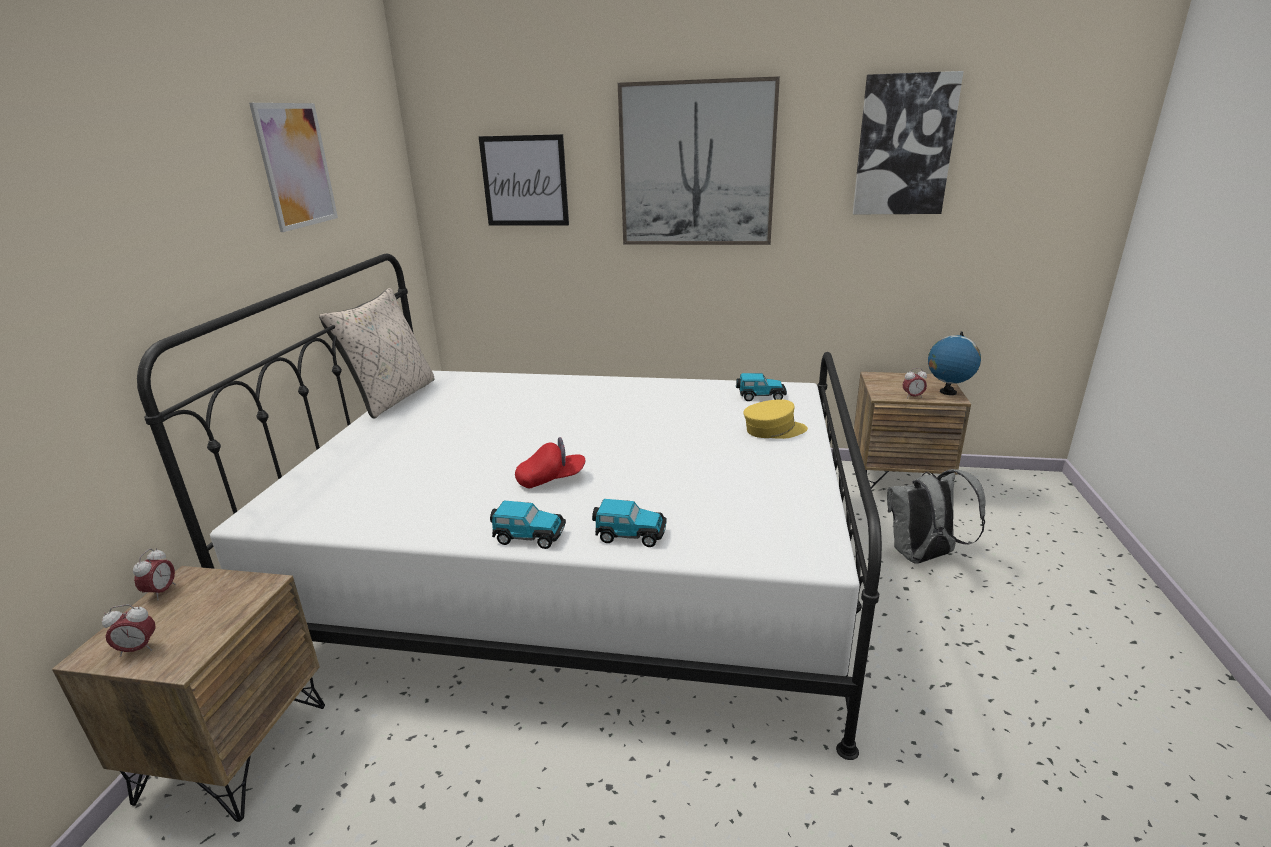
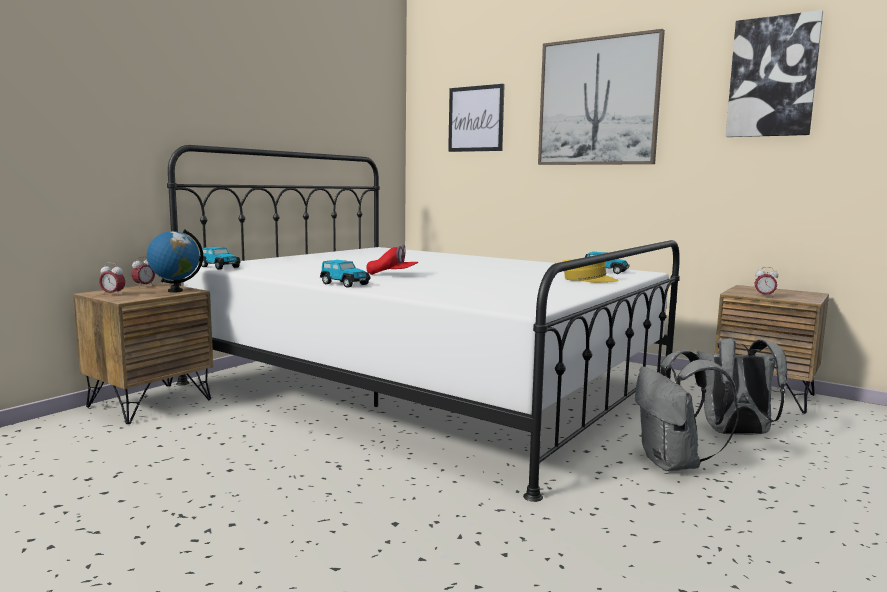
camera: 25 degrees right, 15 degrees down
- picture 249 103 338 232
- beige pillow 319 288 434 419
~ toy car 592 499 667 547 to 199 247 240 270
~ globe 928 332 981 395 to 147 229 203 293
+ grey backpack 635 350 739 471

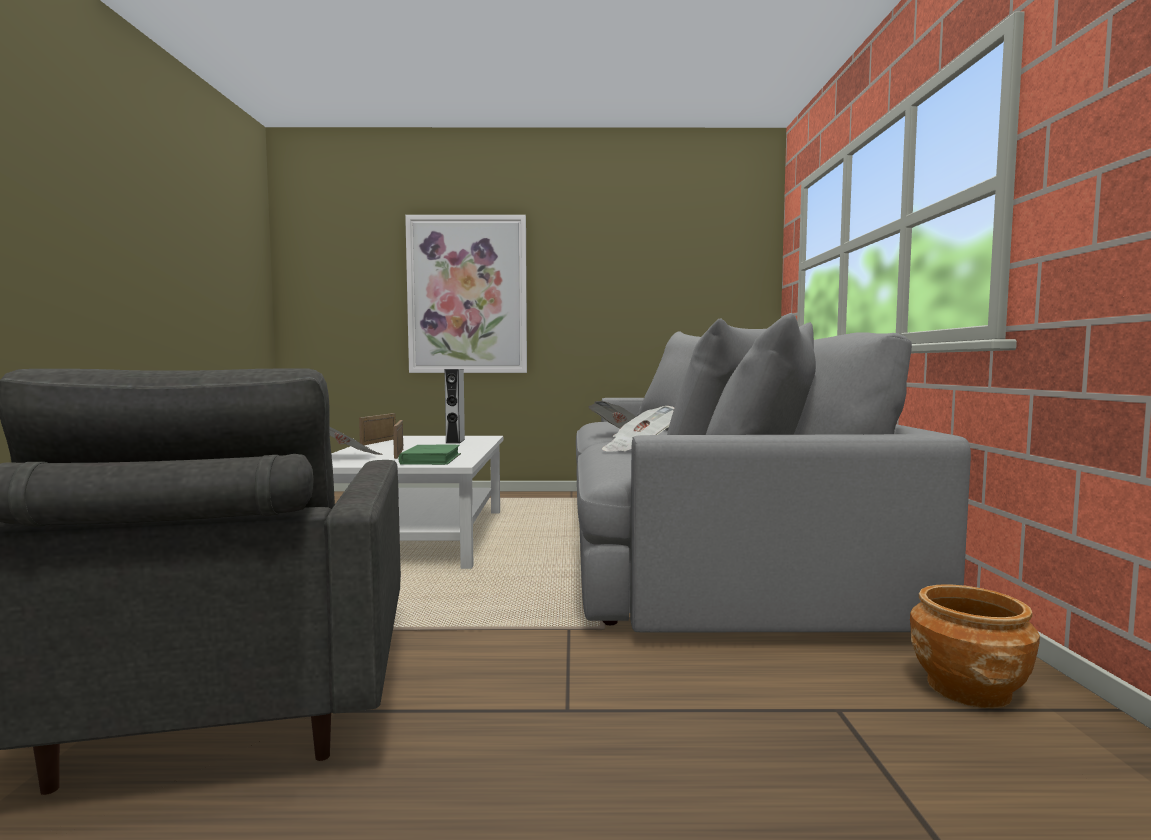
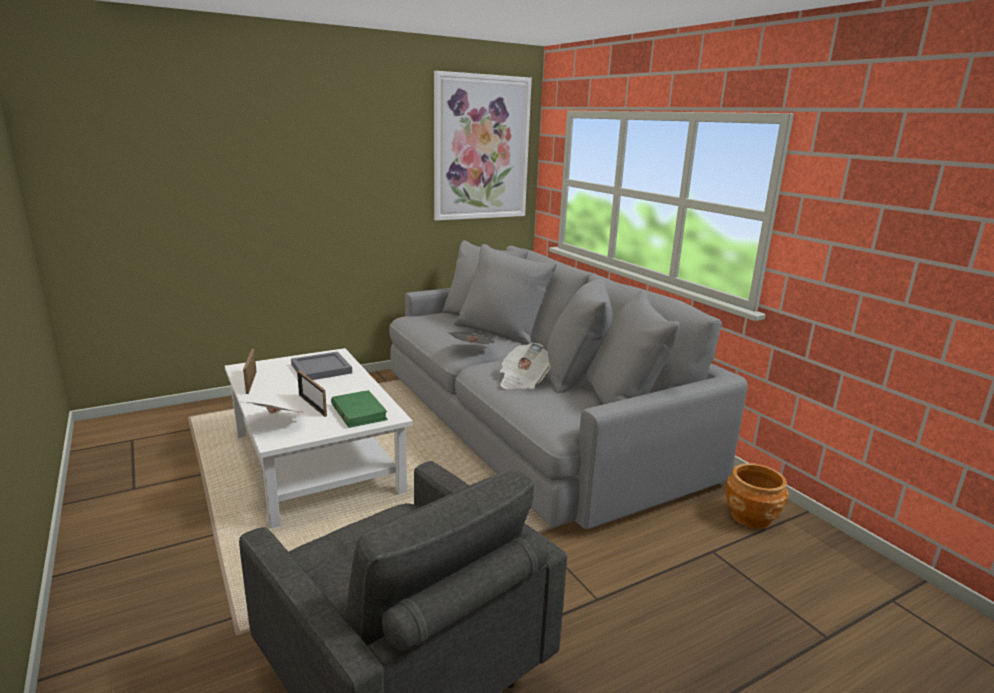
camera: 30 degrees left, 15 degrees up
~ picture 405 215 527 373 to 434 71 532 221
~ grey speaker 444 369 465 444 to grey tray 291 351 352 380

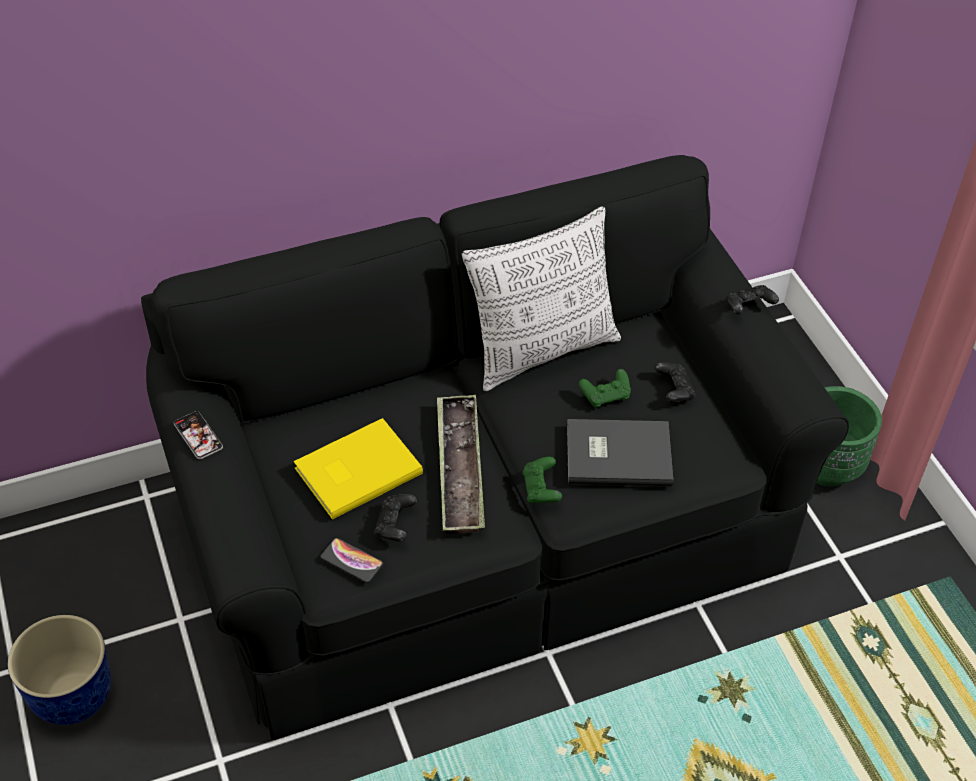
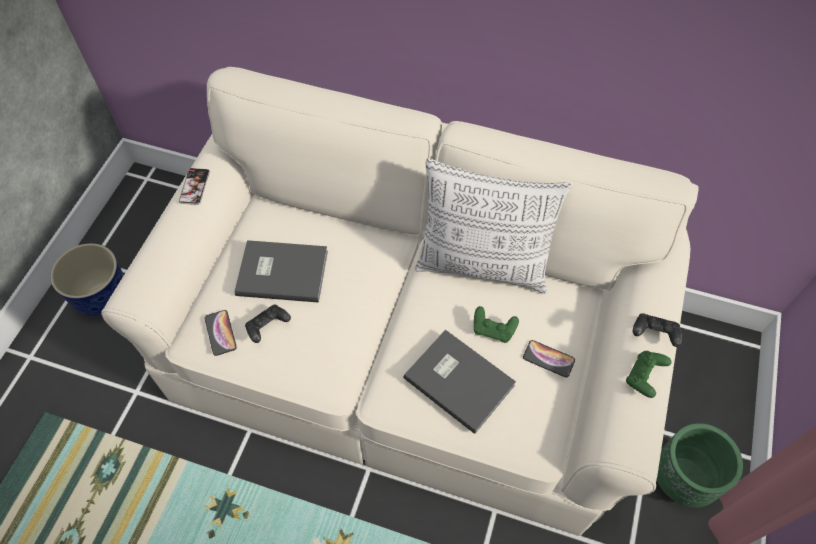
camera: 40 degrees right, 10 degrees up
~ black sofa 141 155 849 740 to beige sofa 101 67 698 536
~ yellow book 294 418 423 520 to grey book 234 240 328 303
- tray 437 395 485 534
~ green game controller 522 457 562 504 to 626 351 672 398
~ black game controller 654 362 695 402 to phone 523 340 575 377

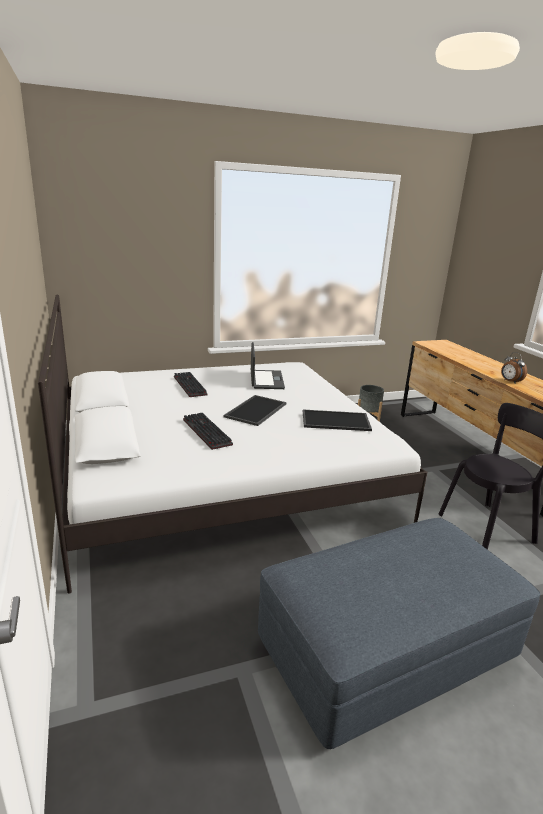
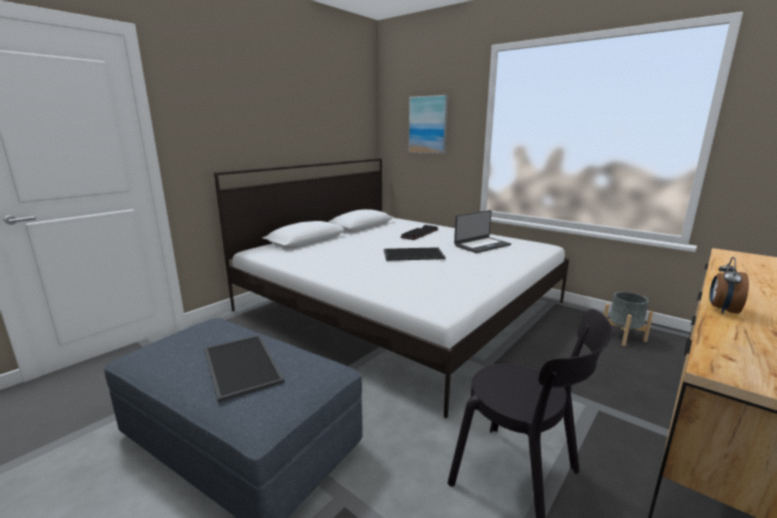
camera: 60 degrees right, 5 degrees down
- keyboard 183 413 233 450
~ tray 303 410 372 431 to 204 335 285 403
+ picture 408 95 448 154

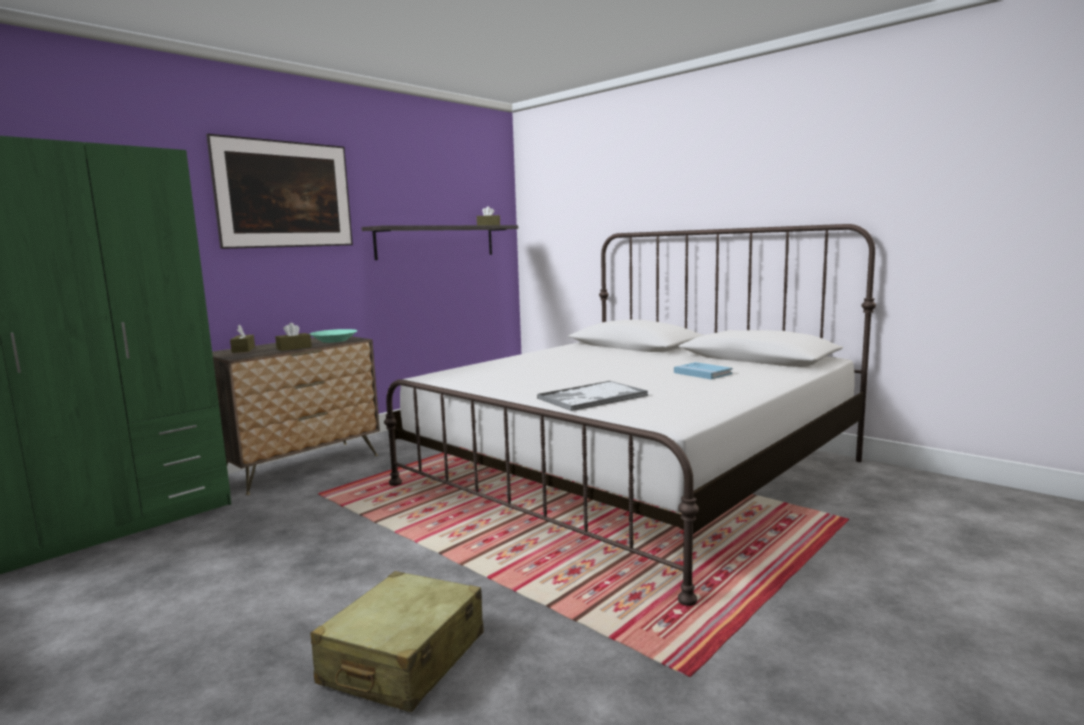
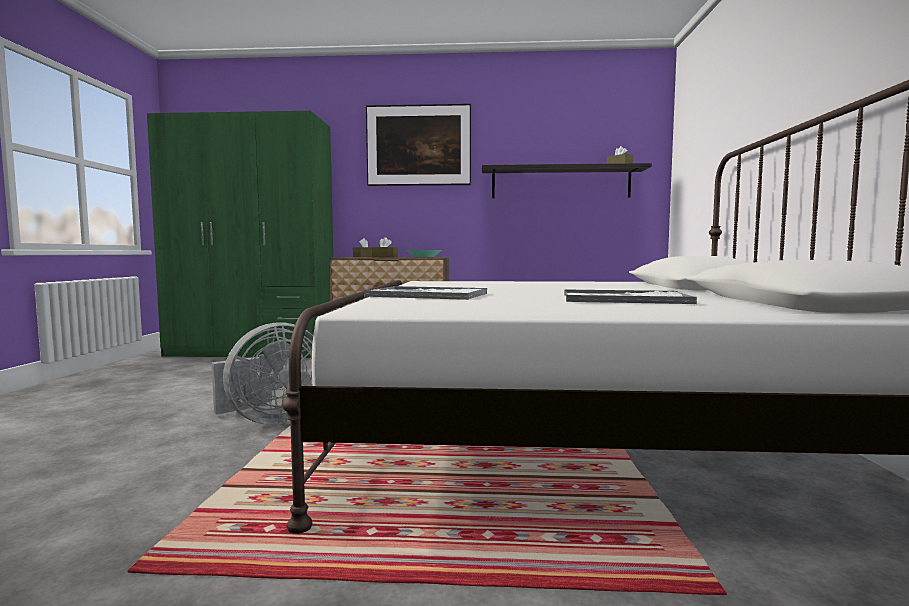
camera: 50 degrees right, 5 degrees down
- beige suitcase 310 571 484 712
~ blue book 674 362 732 379 to tray 564 289 697 304
+ grey fan 212 323 313 425

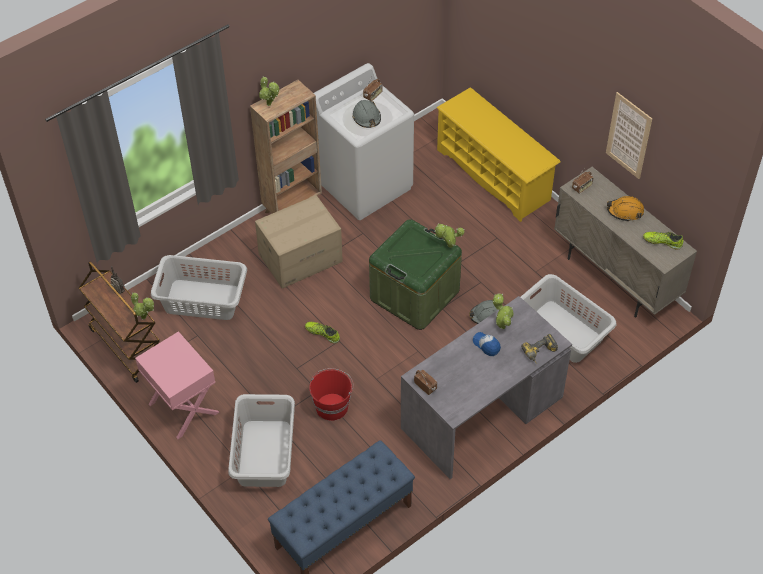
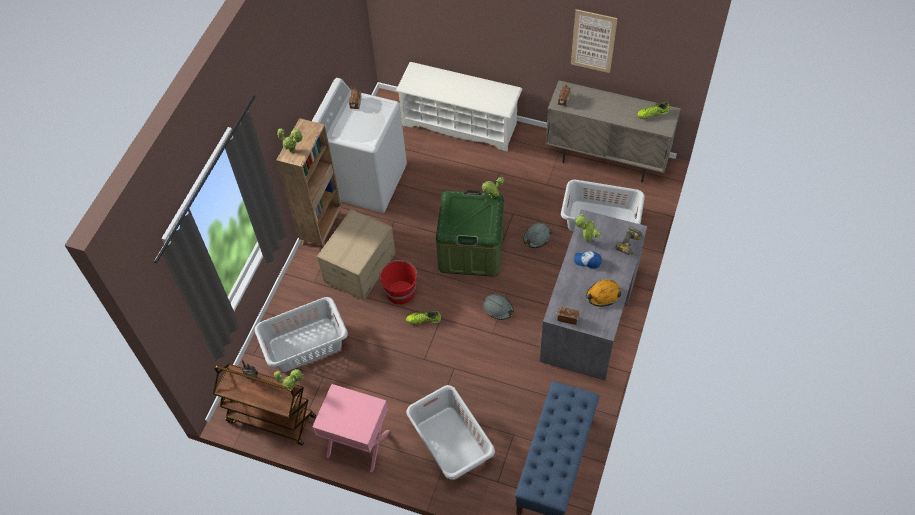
camera: 30 degrees left, 5 degrees up
~ red bucket 309 368 354 421 to 379 260 417 305
~ grey hard hat 352 100 381 128 to 483 293 514 320
~ yellow shoe rack 436 87 561 222 to white shoe rack 396 62 522 151
~ orange hard hat 607 196 644 222 to 586 280 621 307

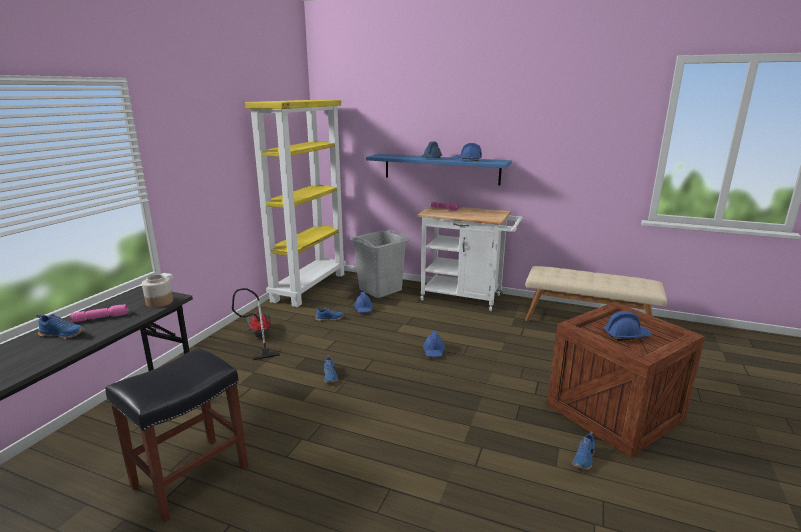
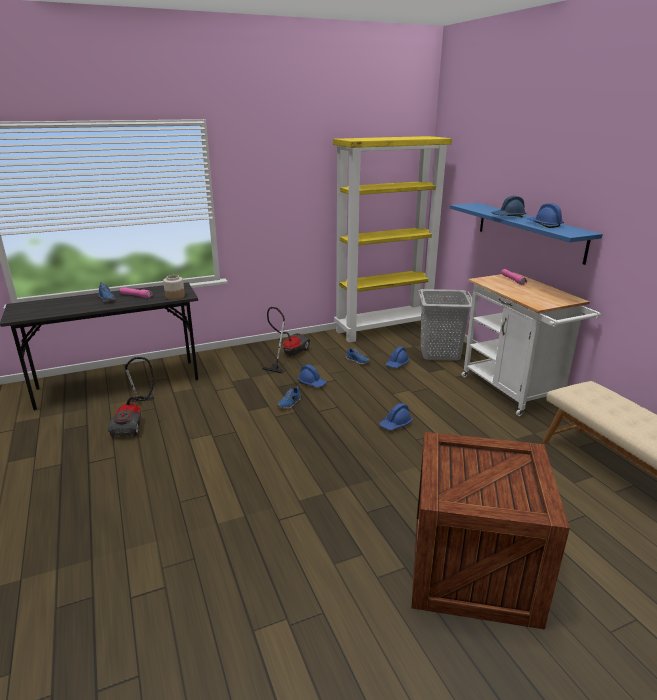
camera: 45 degrees right, 5 degrees up
~ black stool 106 348 249 523 to vacuum cleaner 108 357 155 438
- blue shoe 572 431 595 470
~ blue hard hat 604 311 652 341 to 297 365 327 387

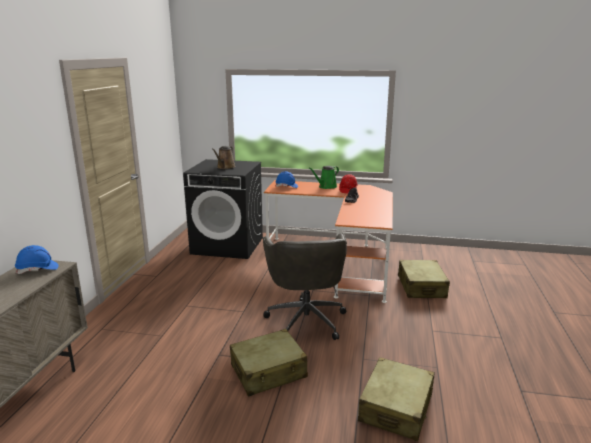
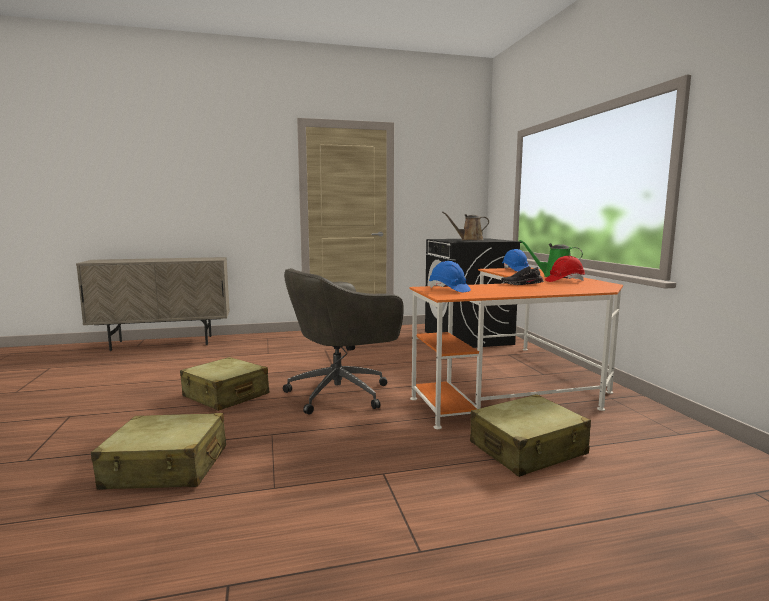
camera: 65 degrees right, 10 degrees down
~ blue hard hat 15 245 58 274 to 429 261 471 292

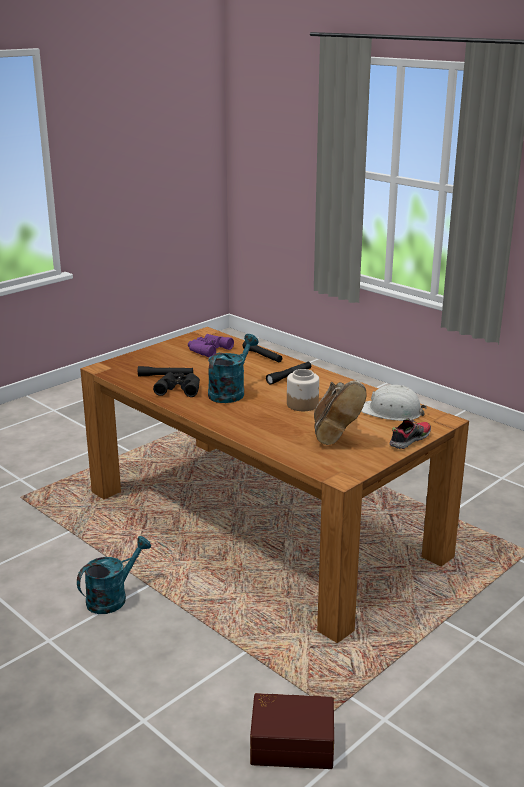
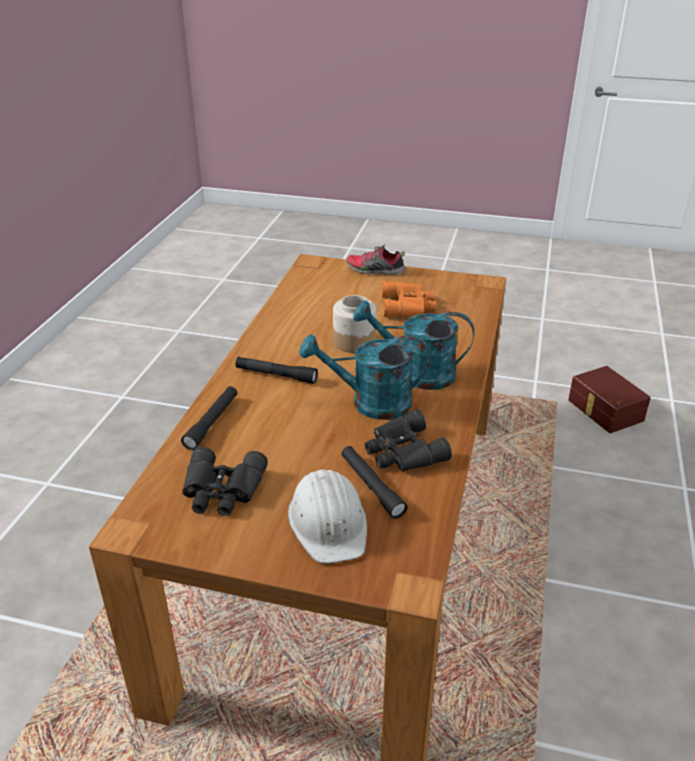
camera: 120 degrees left, 10 degrees up
~ turquoise watering can 77 536 151 614 to 353 301 474 390
~ purple binoculars 188 334 234 357 to black binoculars 182 447 268 516
~ brown boot 314 381 367 445 to orange binoculars 382 280 436 317
~ white hard hat 361 385 427 421 to 288 469 367 564

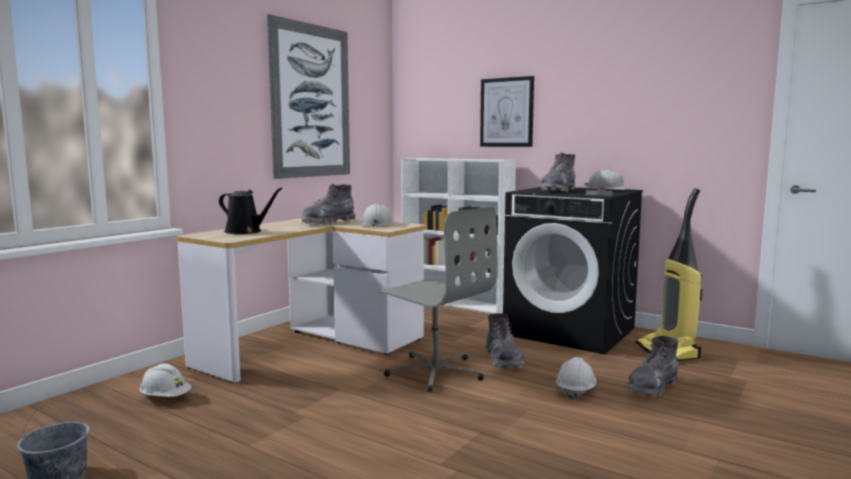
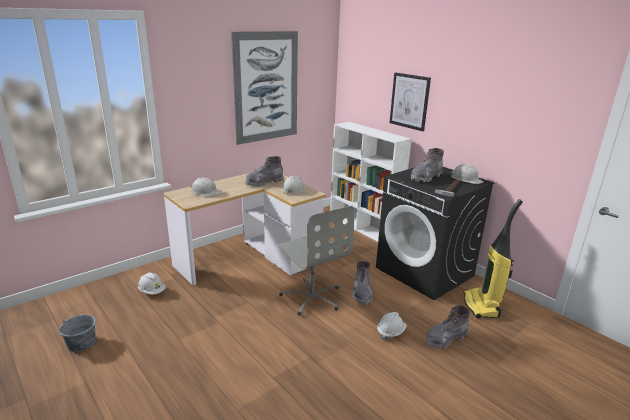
camera: 15 degrees right, 15 degrees up
~ black watering can 219 187 283 234 to white hard hat 191 178 222 196

